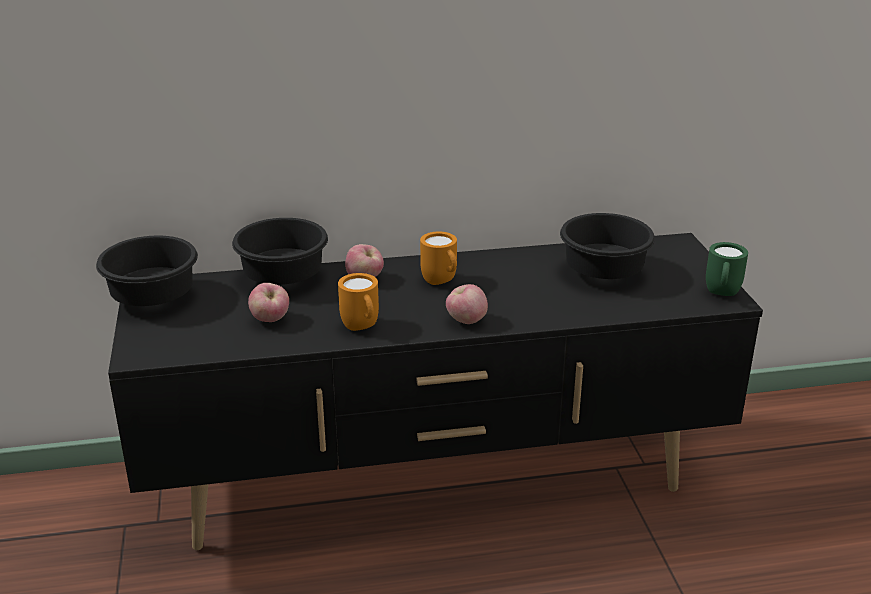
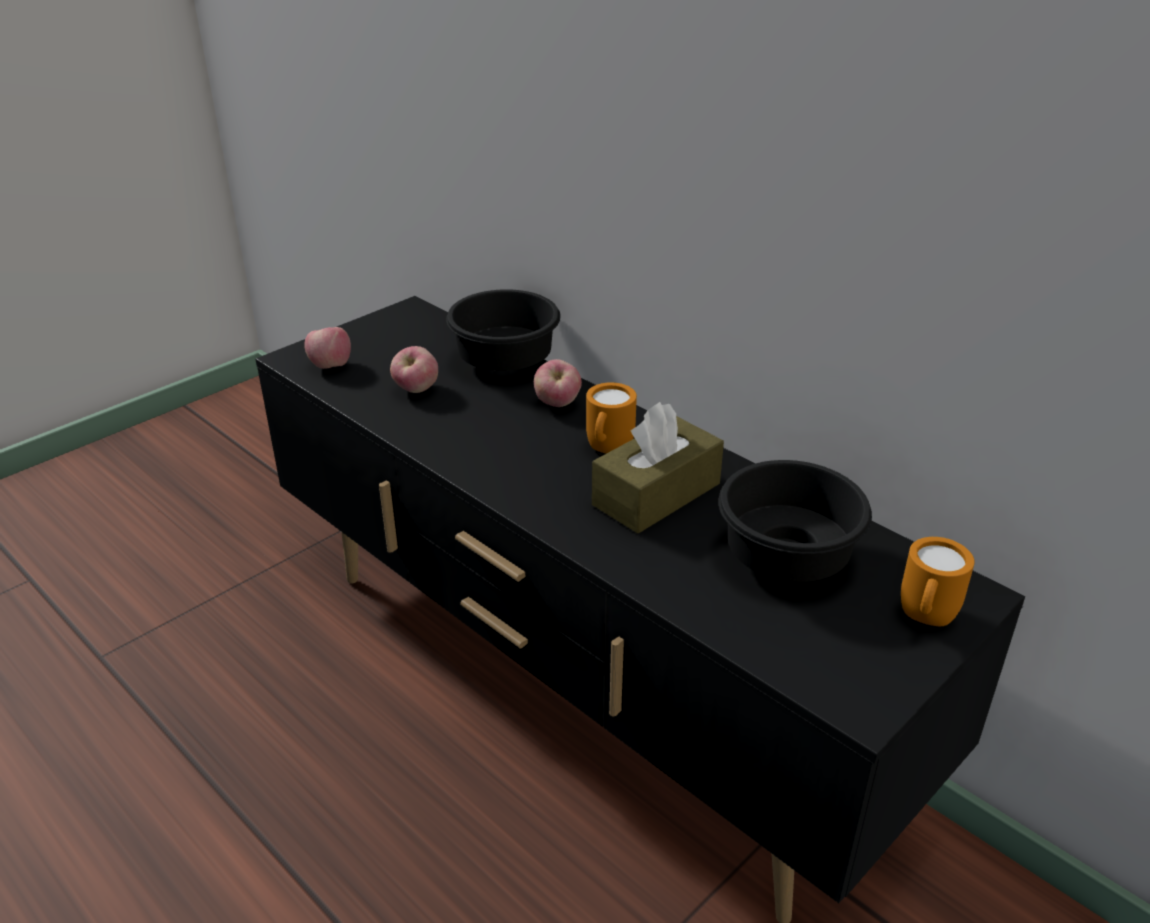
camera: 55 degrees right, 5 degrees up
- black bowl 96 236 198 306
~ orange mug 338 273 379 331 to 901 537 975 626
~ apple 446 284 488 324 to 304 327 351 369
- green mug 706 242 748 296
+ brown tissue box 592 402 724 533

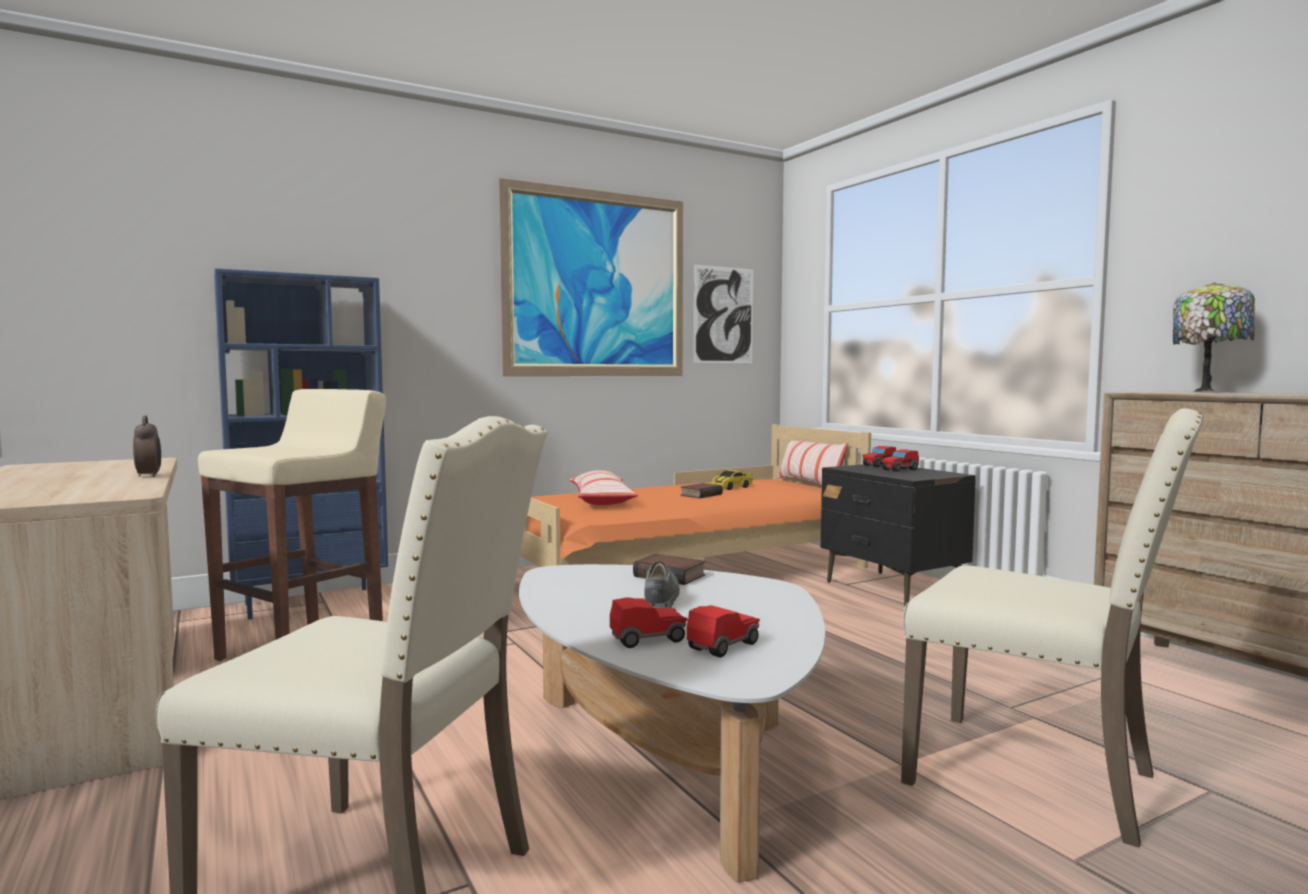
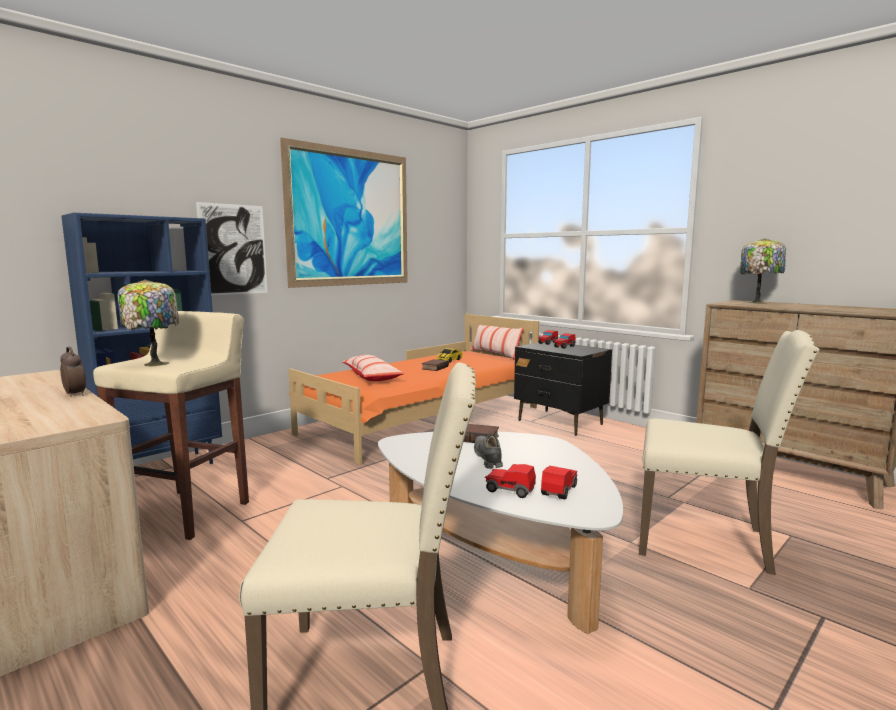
camera: 15 degrees left, 5 degrees up
~ toy car 610 597 688 648 = 485 464 536 498 120 degrees counterclockwise
~ picture 694 265 753 363 to 196 202 267 295
+ table lamp 118 279 179 367

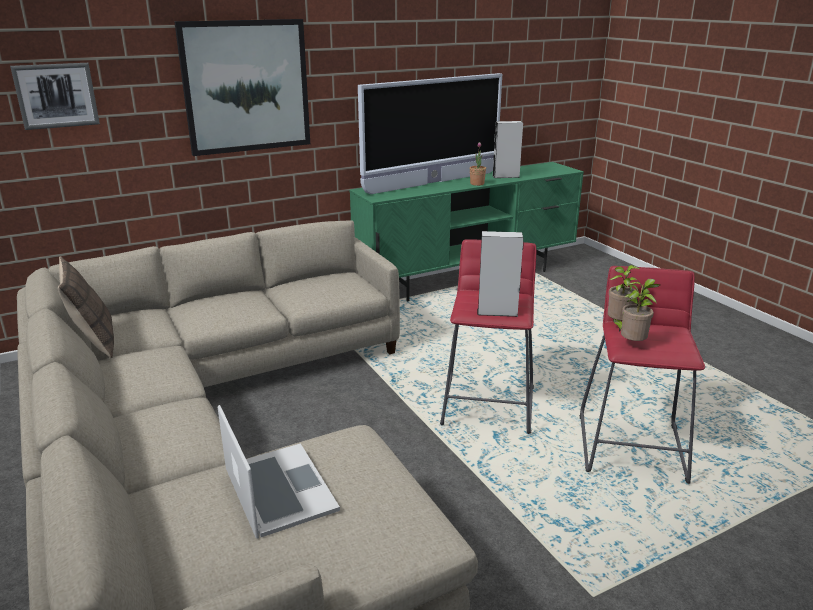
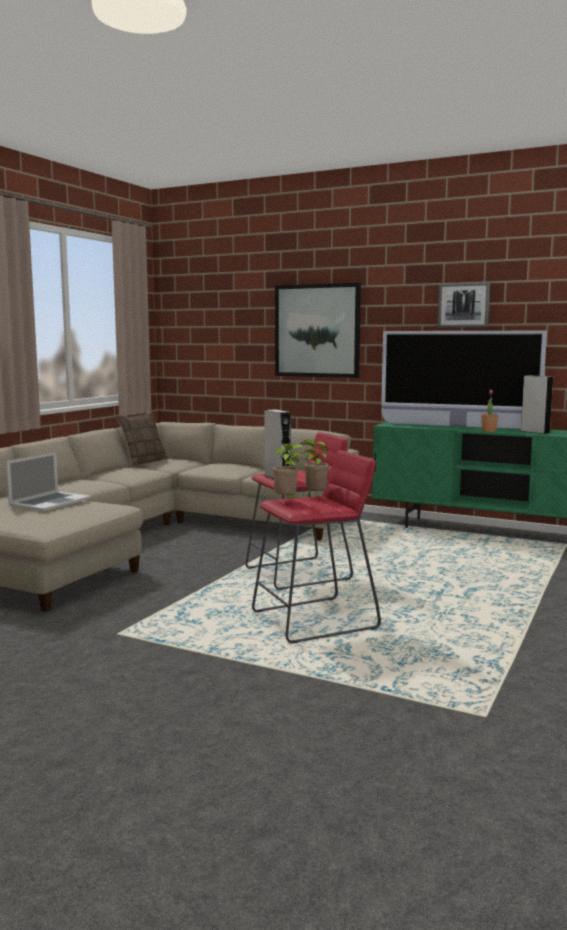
camera: 55 degrees right, 15 degrees down
~ picture 10 63 100 130 to 438 282 490 328

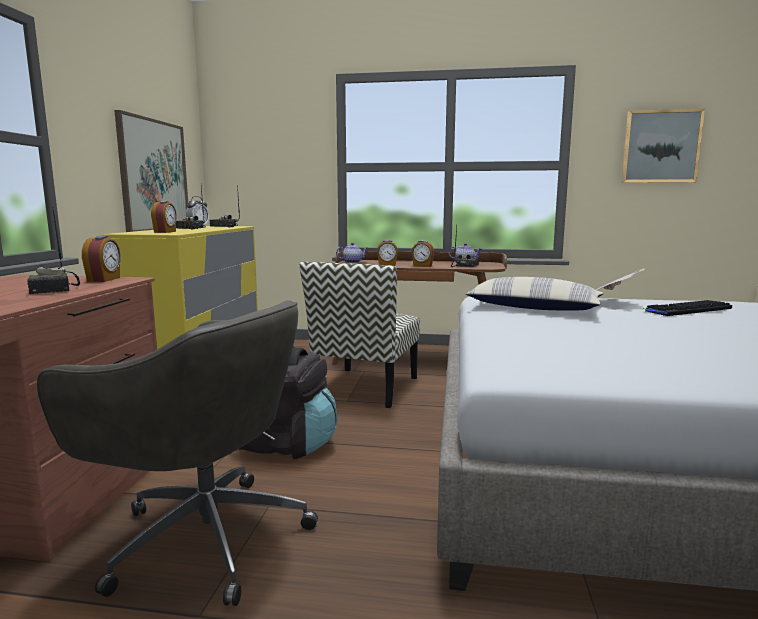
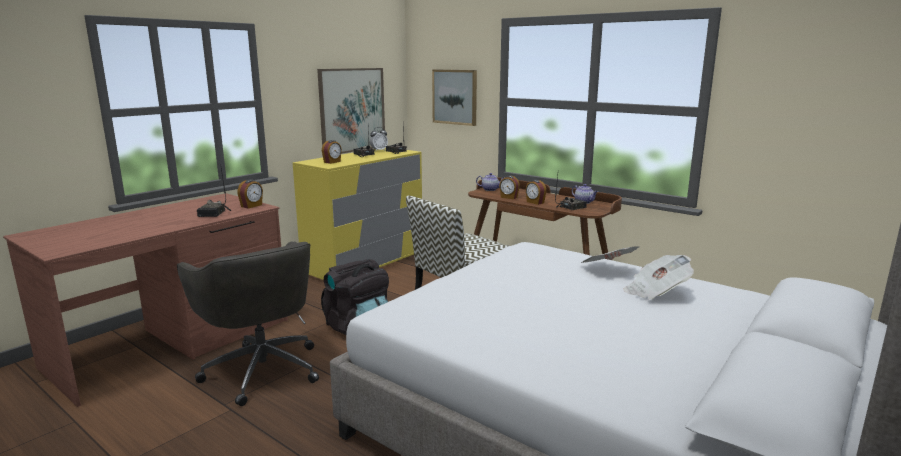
camera: 30 degrees right, 5 degrees up
- pillow 466 277 604 311
~ picture 621 109 705 183 to 432 70 477 126
~ keyboard 643 300 732 316 to newspaper 624 255 694 300

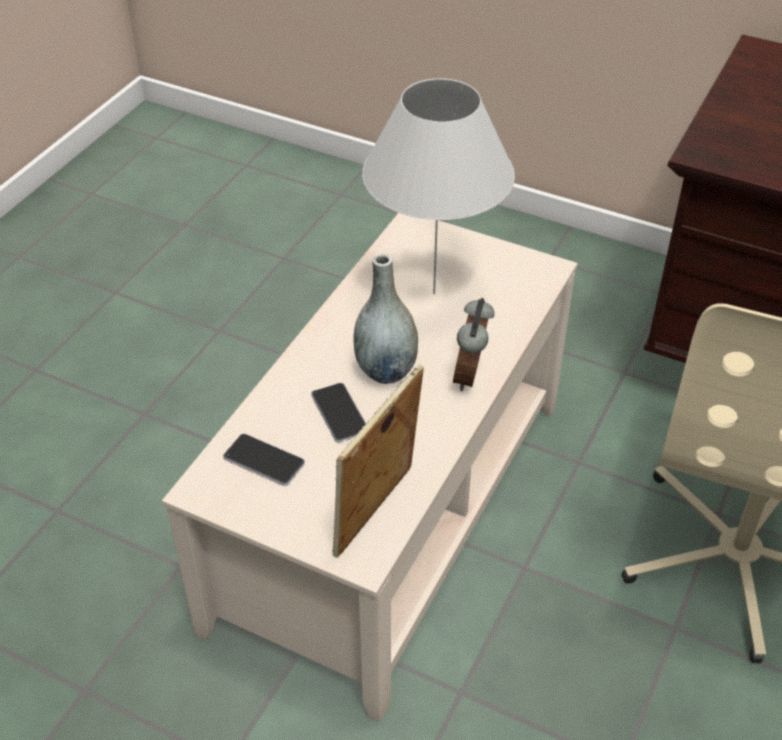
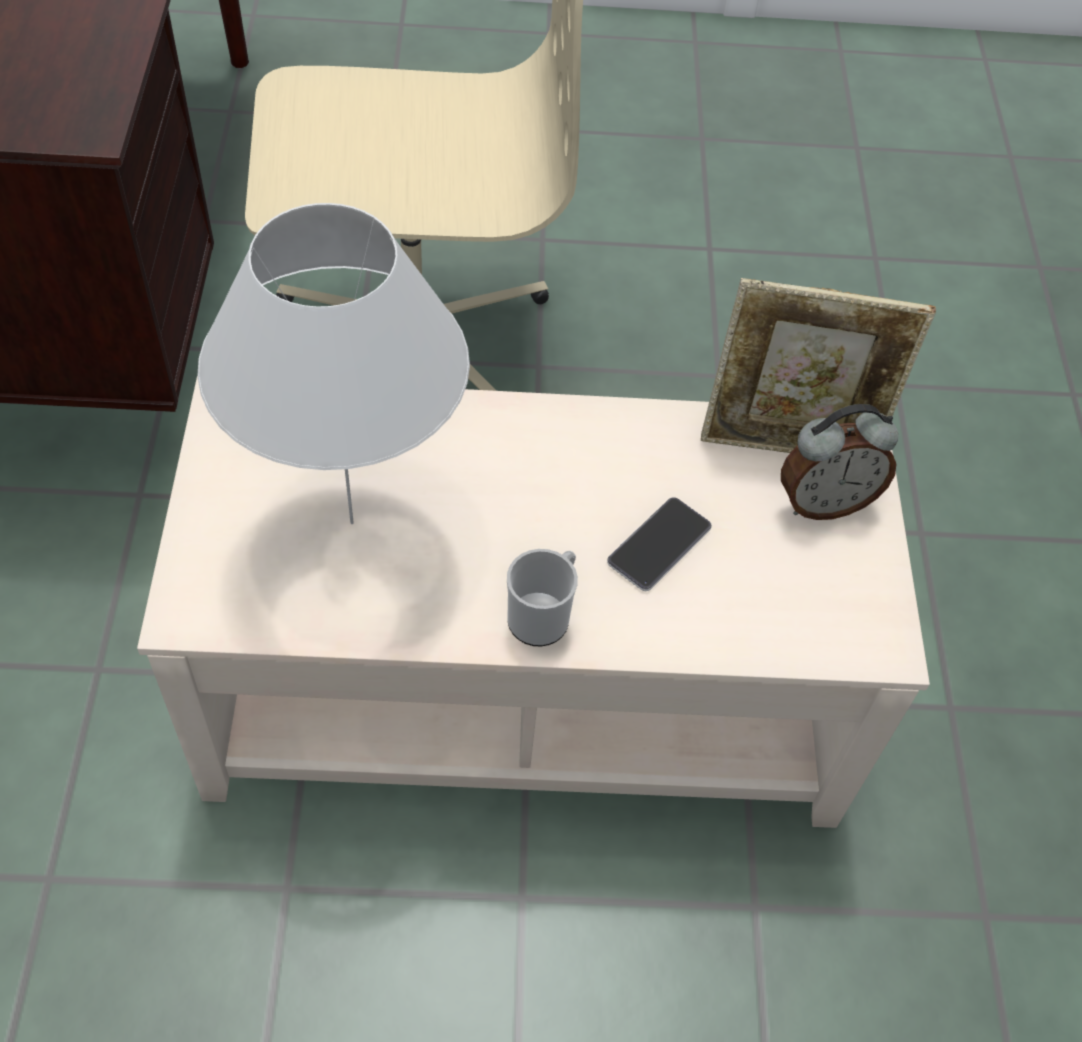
camera: 120 degrees left, 10 degrees up
- phone 223 434 305 486
- grey vase 353 254 418 384
~ alarm clock 453 298 495 391 to 781 404 898 520
+ mug 507 549 578 647

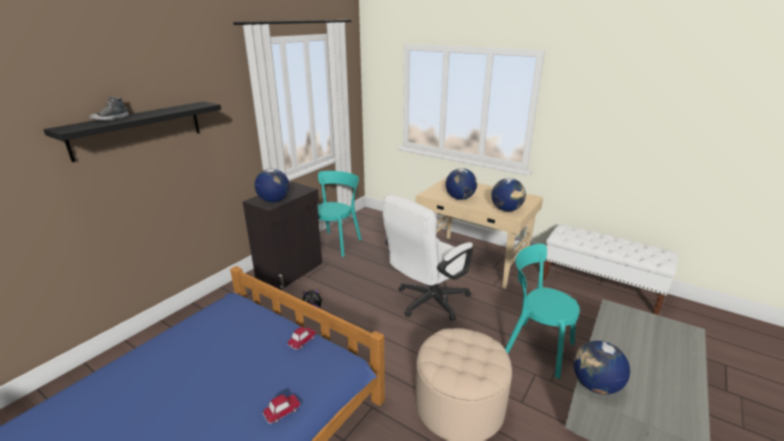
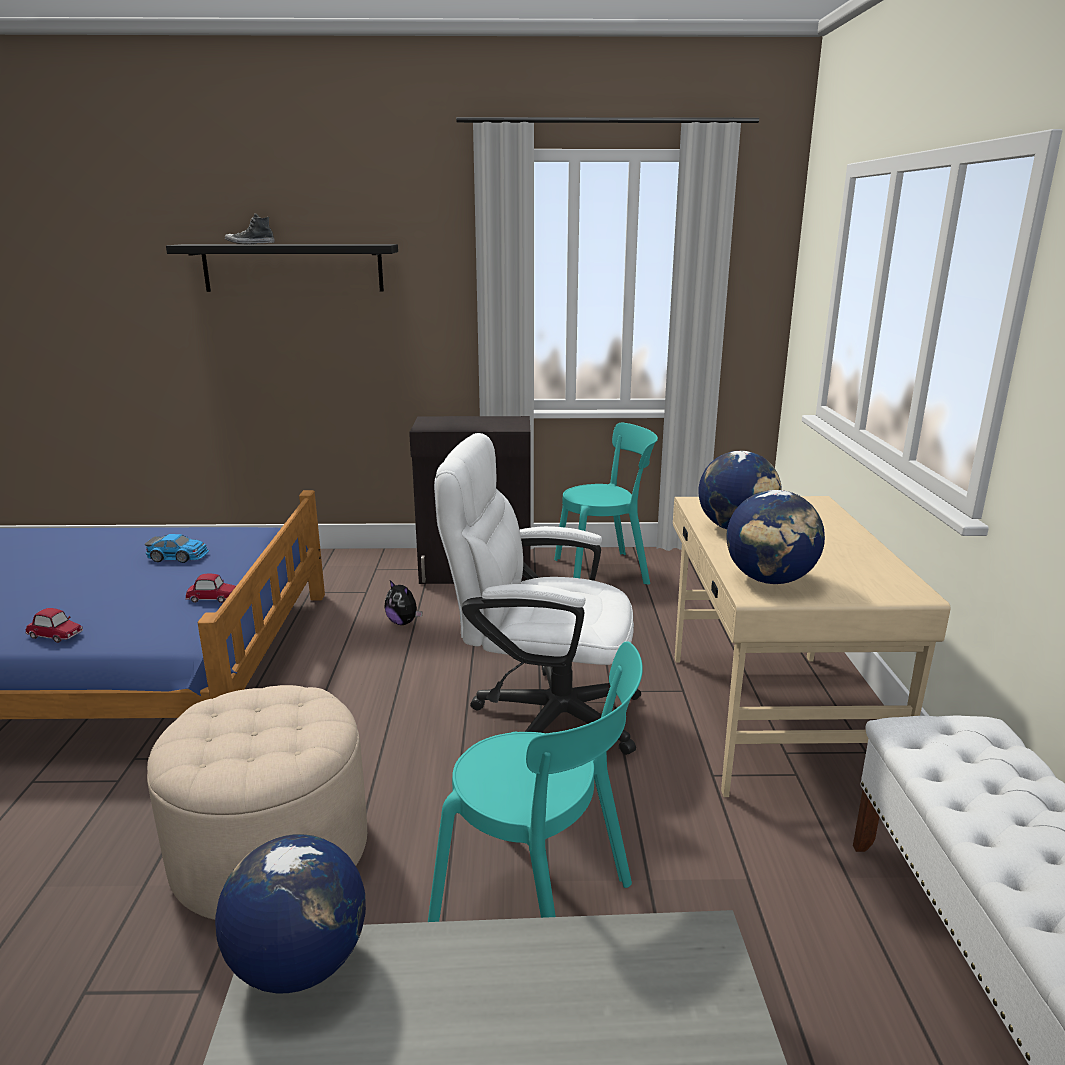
camera: 55 degrees right, 5 degrees down
- globe 255 169 290 202
~ turquoise chair 505 244 580 379 = 428 641 643 922 120 degrees clockwise
+ toy car 145 534 209 563

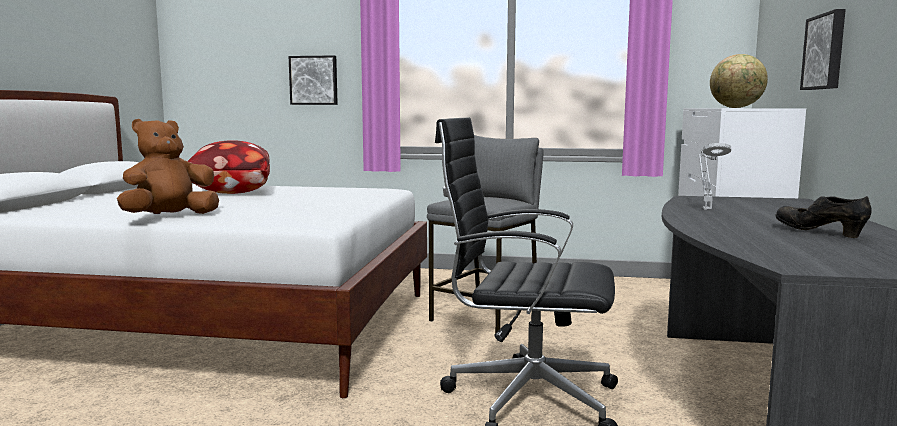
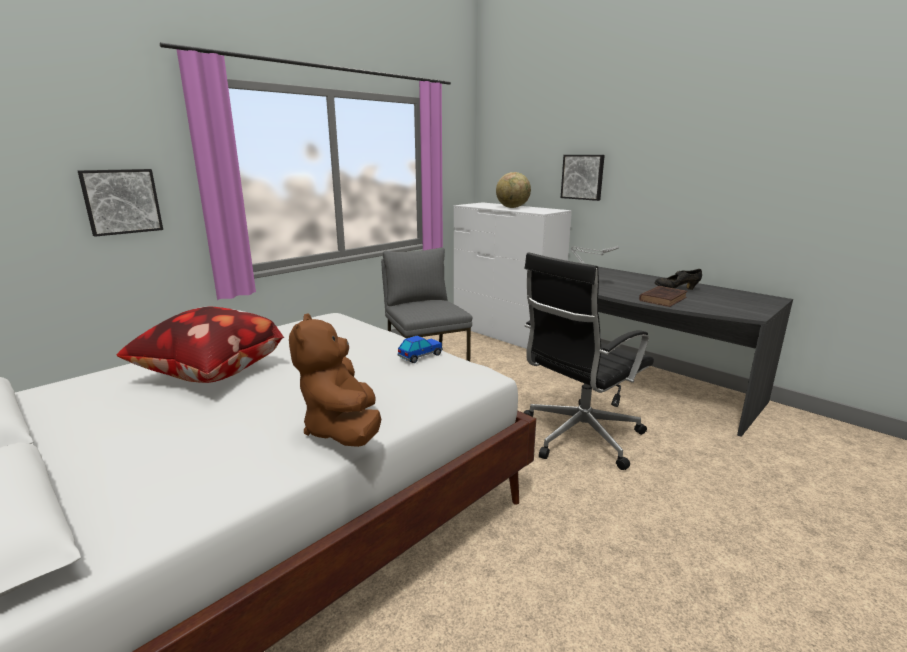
camera: 55 degrees left, 10 degrees up
+ toy car 397 335 443 363
+ brown book 639 286 688 307

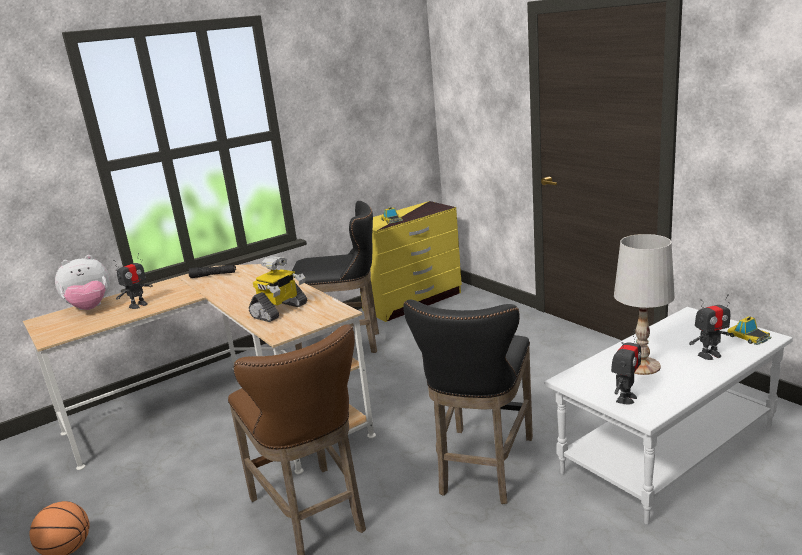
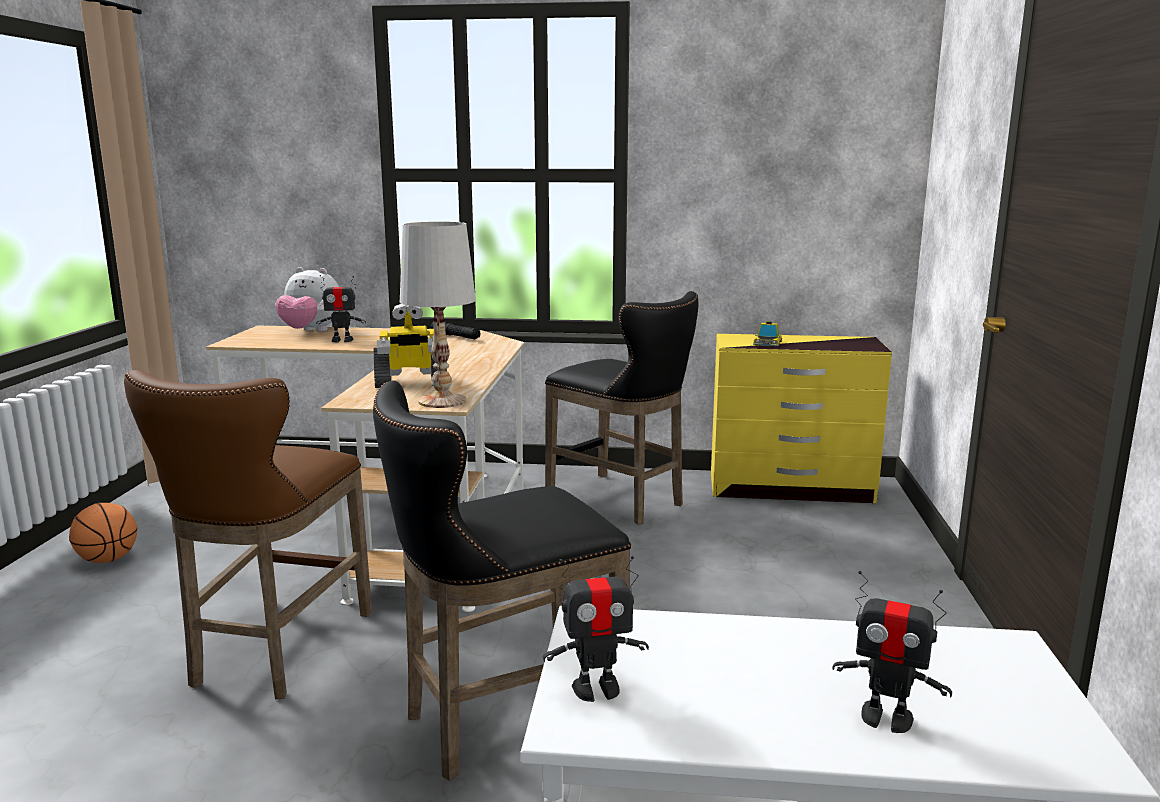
camera: 40 degrees right, 5 degrees down
~ white table lamp 614 234 675 375 to 400 222 476 408
- toy car 727 316 772 345

